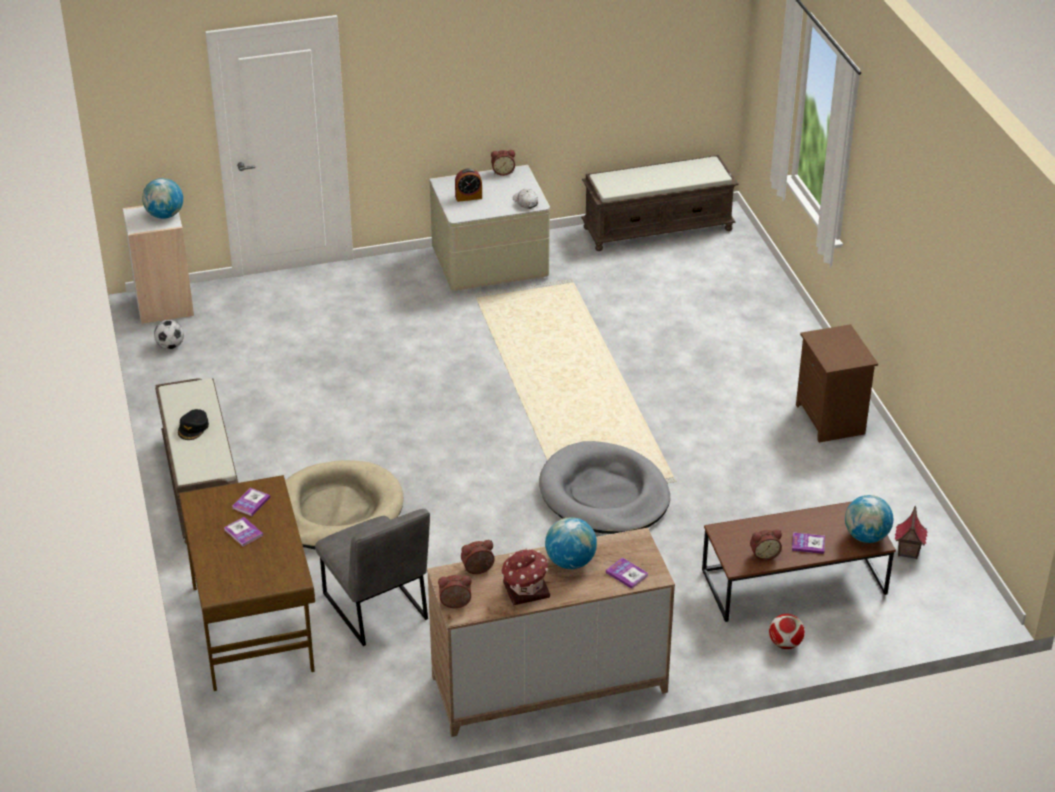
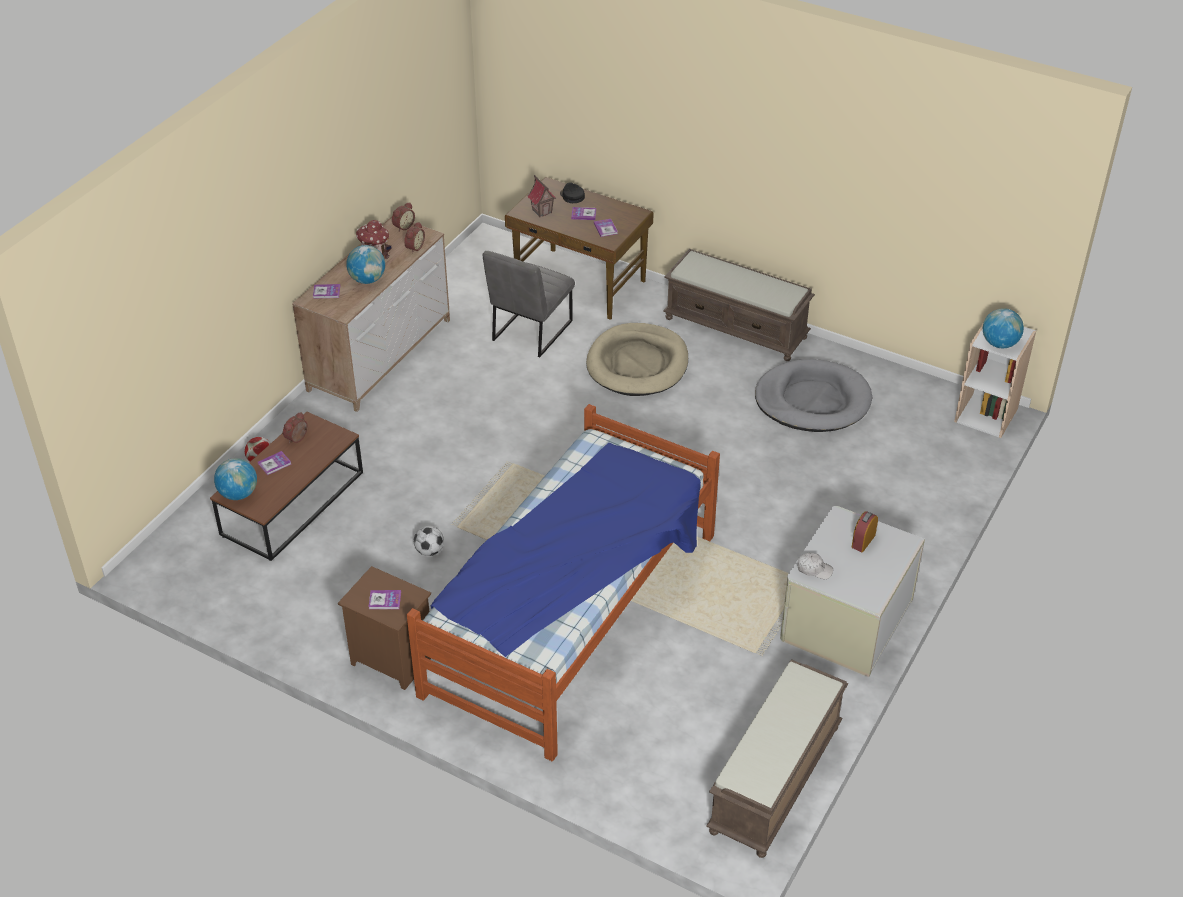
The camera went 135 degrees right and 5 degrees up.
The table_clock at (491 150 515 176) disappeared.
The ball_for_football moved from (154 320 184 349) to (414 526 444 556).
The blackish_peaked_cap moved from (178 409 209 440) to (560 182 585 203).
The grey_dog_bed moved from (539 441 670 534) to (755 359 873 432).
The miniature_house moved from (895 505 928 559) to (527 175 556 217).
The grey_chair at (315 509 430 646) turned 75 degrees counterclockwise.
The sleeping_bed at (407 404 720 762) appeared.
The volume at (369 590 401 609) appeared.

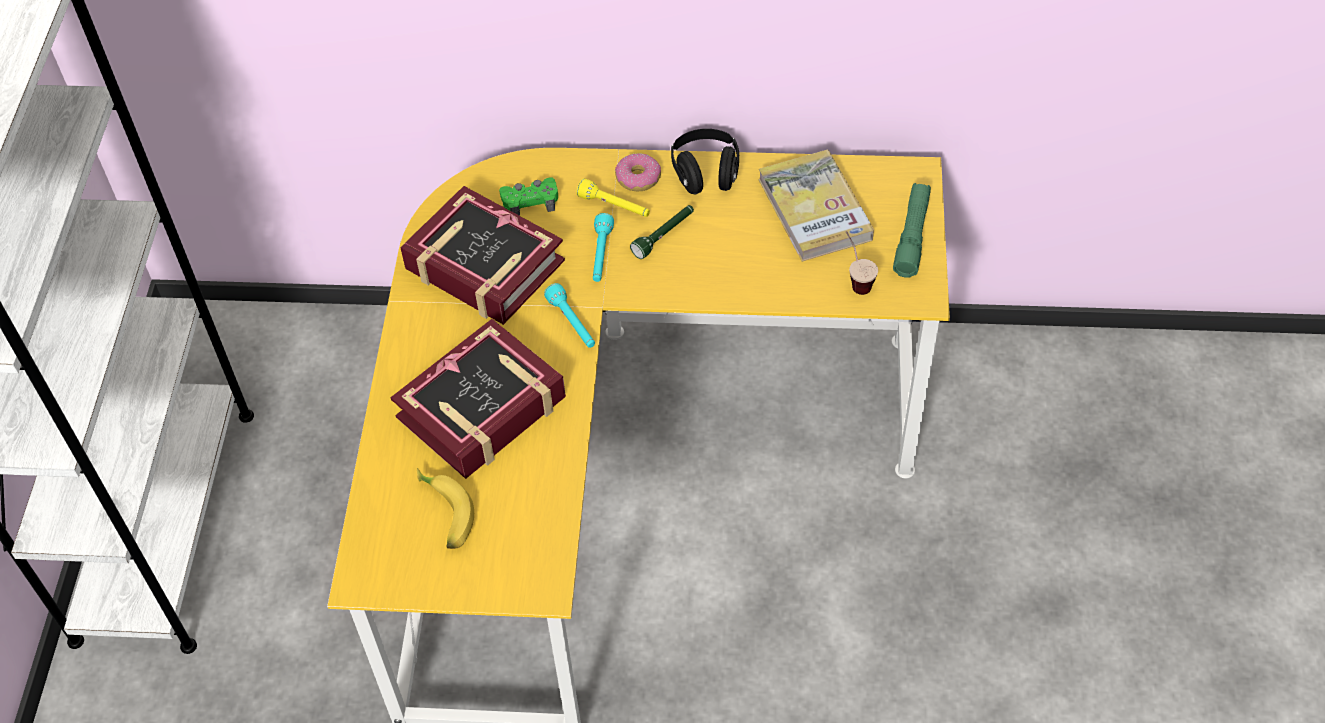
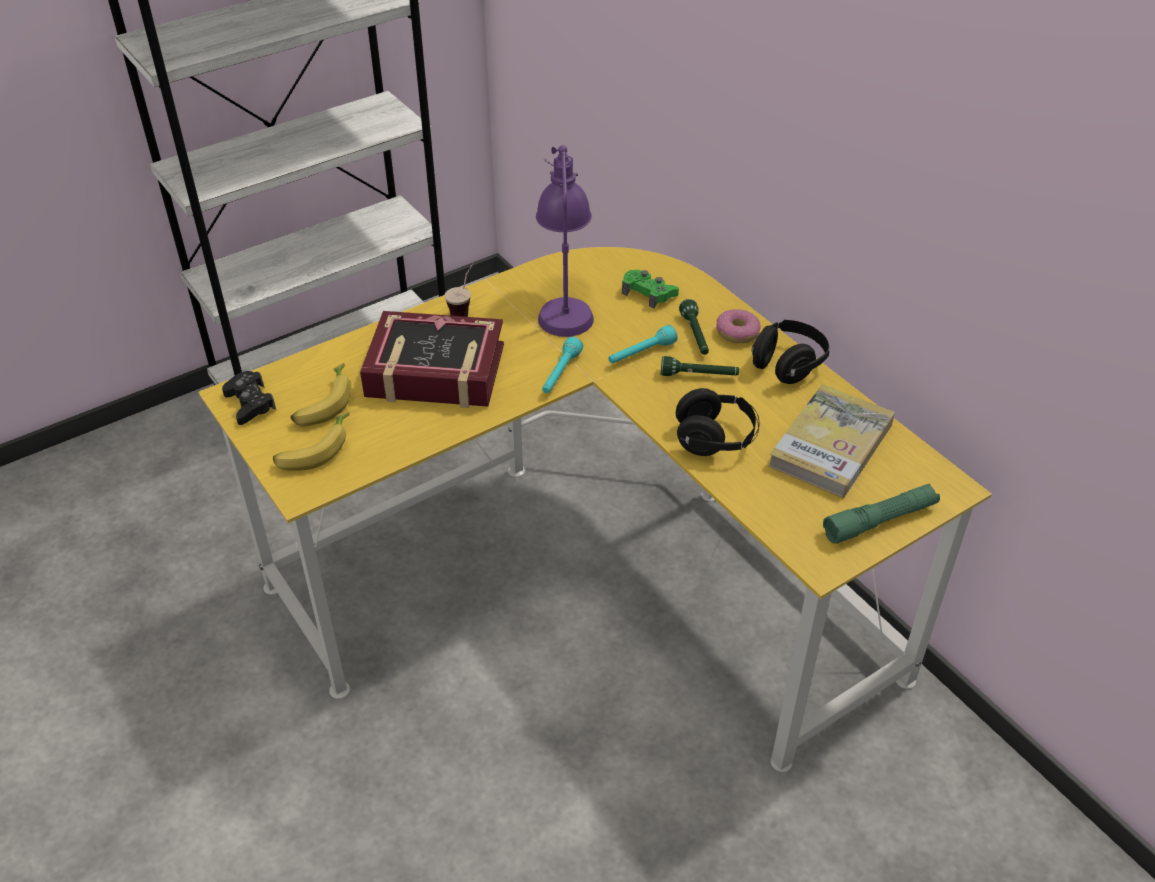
The camera went 50 degrees right and 10 degrees down.
The yellow-coloured_flashlight at (576 178 650 217) became the greenish_flashlight at (679 299 709 355).
The volume at (400 186 565 325) was replaced by the purplish_table_lamp at (536 145 594 337).
The cup moved from (846 231 878 295) to (445 262 475 317).
The blackish_game_controller at (222 371 276 425) appeared.
The blackish_headset at (676 388 760 456) appeared.
The banana at (273 412 350 470) appeared.

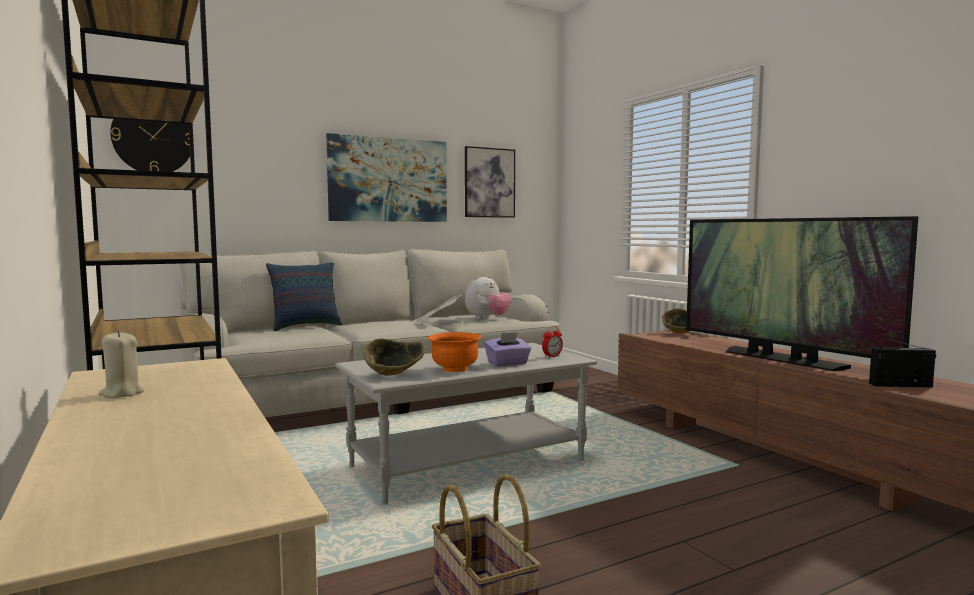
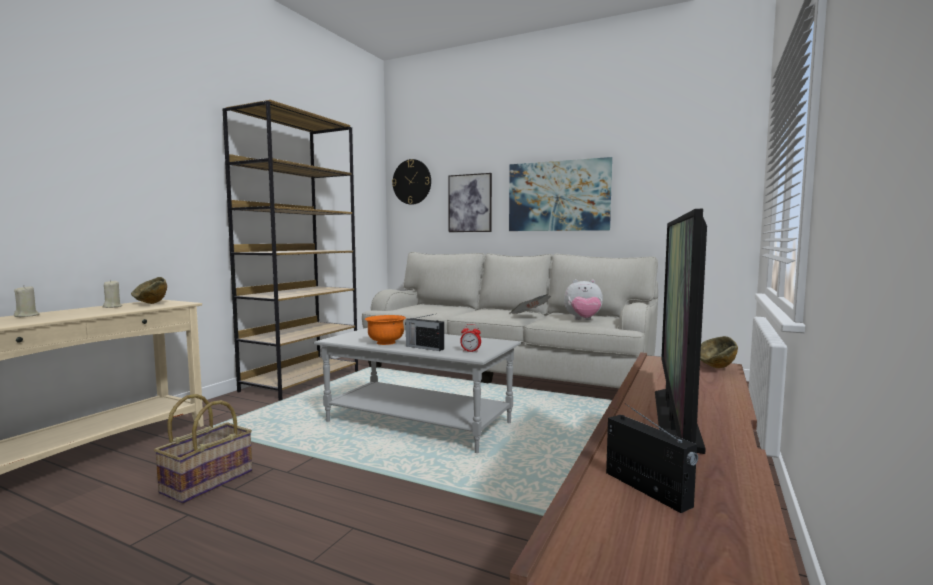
The camera went 55 degrees right and 0 degrees up.
The wall_art moved from (465 146 515 218) to (448 173 492 232).
The bluish_throw_pillow at (266 262 342 331) disappeared.
The purplish_tissue_holder at (484 332 531 366) was replaced by the radio_set at (405 314 444 351).
The deep_dish moved from (363 338 426 376) to (131 277 167 304).
The beige-coloured_wax_light at (14 285 40 317) appeared.

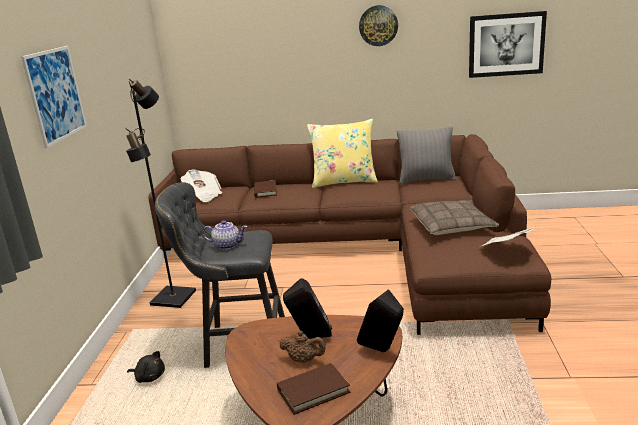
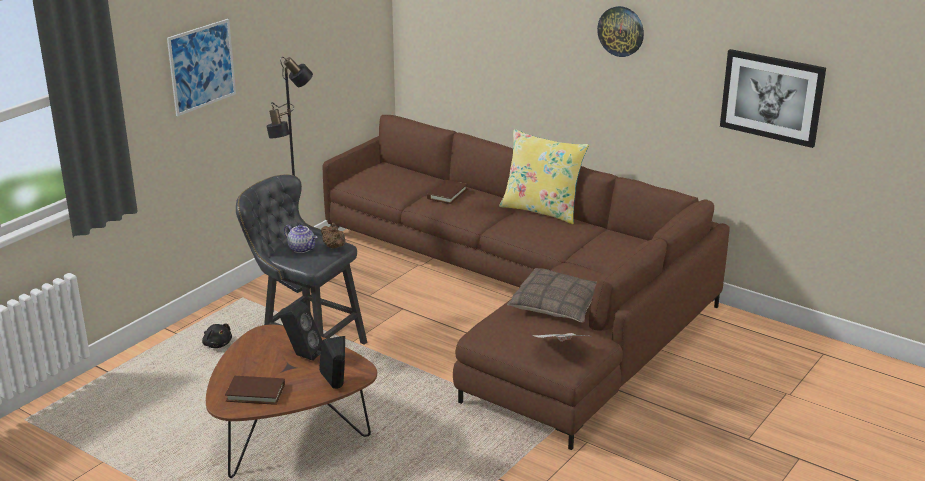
The camera went 30 degrees right and 5 degrees up.
The grey_throw_pillow at (397 126 456 184) disappeared.
The daily_paper at (181 169 222 202) disappeared.
The brown-coloured_pot_for_tea moved from (280 331 326 363) to (321 223 346 249).

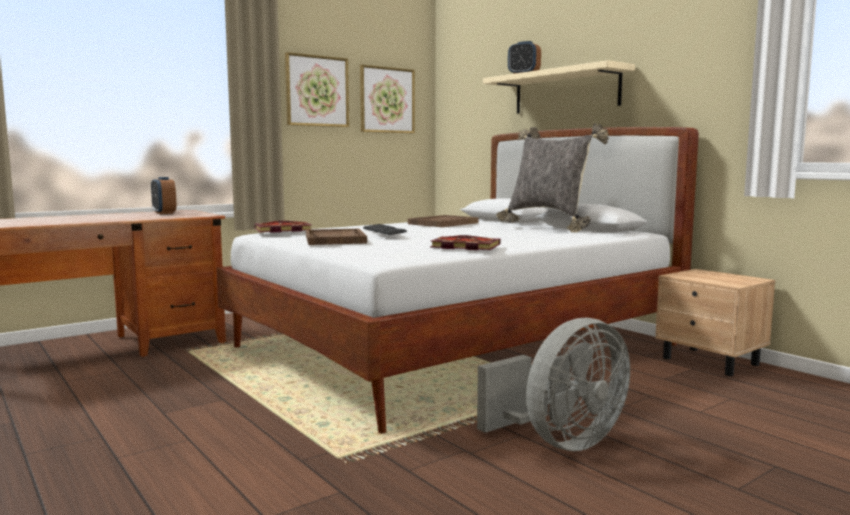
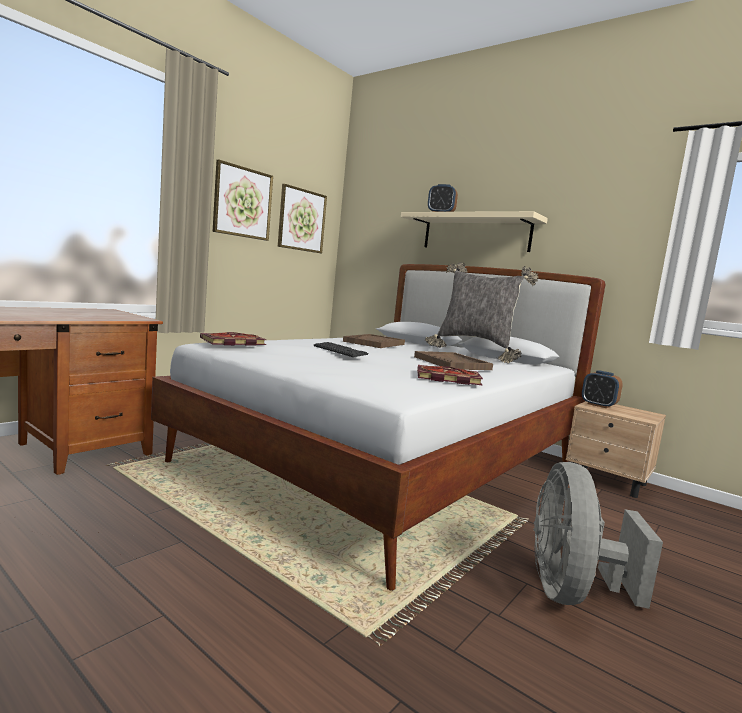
The camera went 15 degrees left and 0 degrees up.
The table_clock moved from (151 177 176 214) to (582 370 623 408).
The brown-coloured_carrying_tray moved from (306 229 367 245) to (414 351 493 370).
The grey_cooling_fan at (477 318 630 451) turned 150 degrees clockwise.

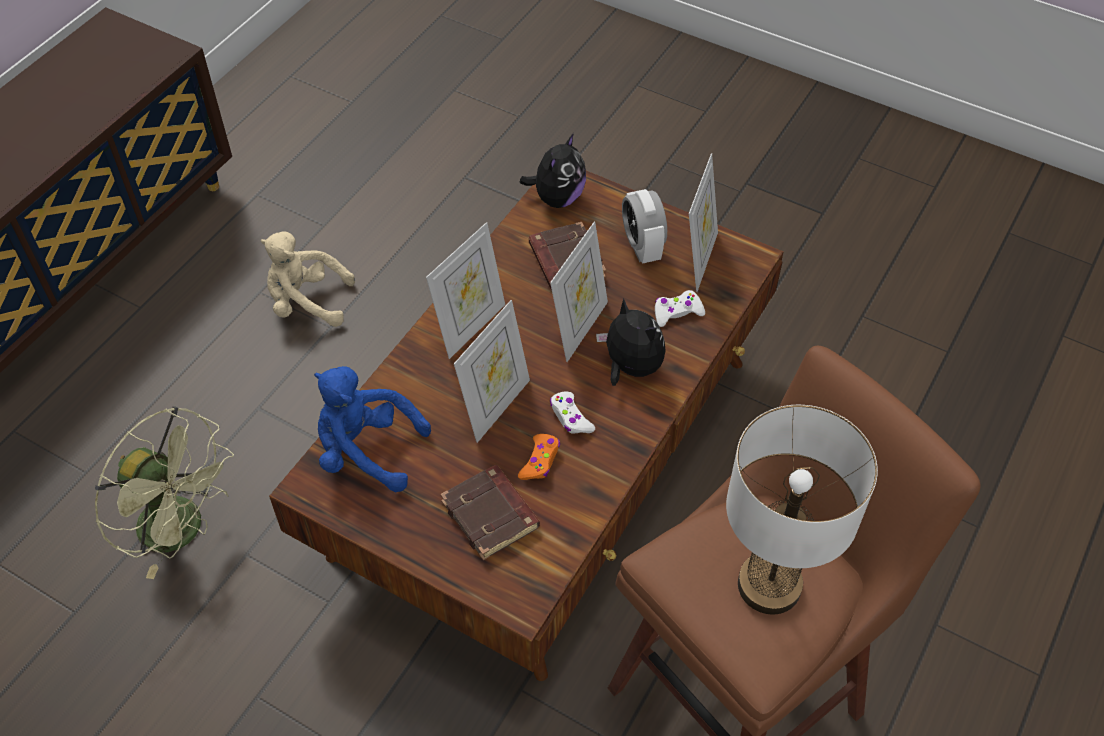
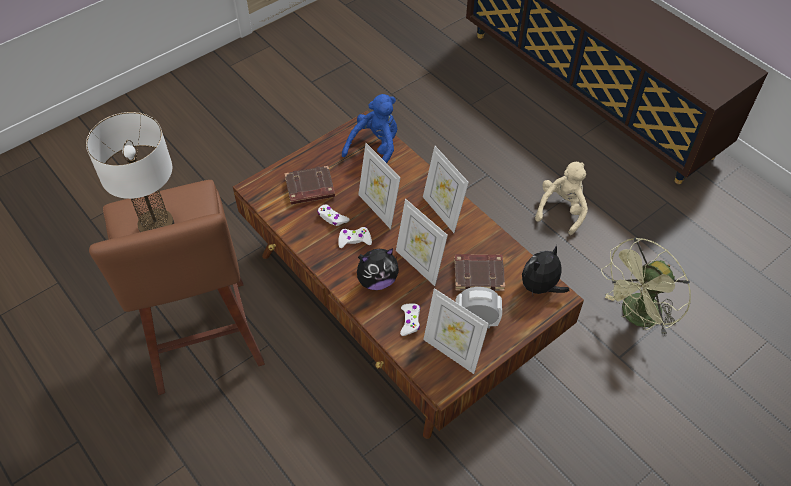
The camera went 110 degrees right and 0 degrees up.
The soft_toy at (520 133 586 208) turned 90 degrees clockwise.
The greenish_cooling_fan moved from (95 407 234 579) to (601 237 691 336).
The orangey_game_controller at (518 434 560 480) became the white-coloured_game_controller at (317 205 350 226).

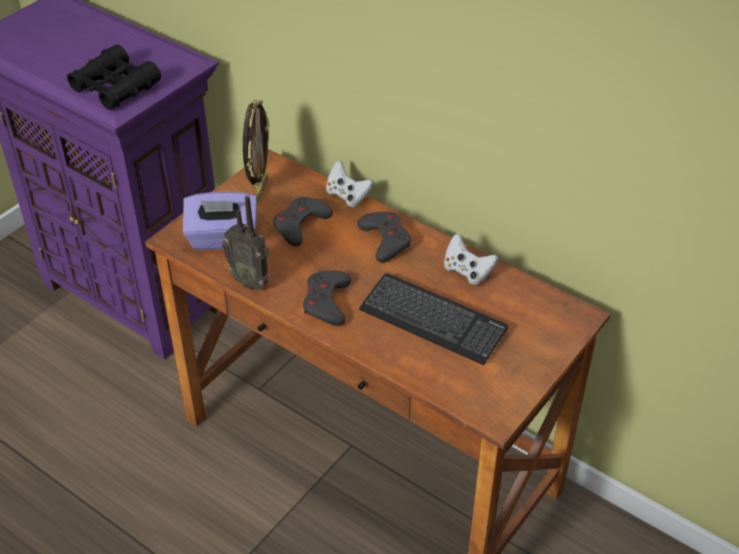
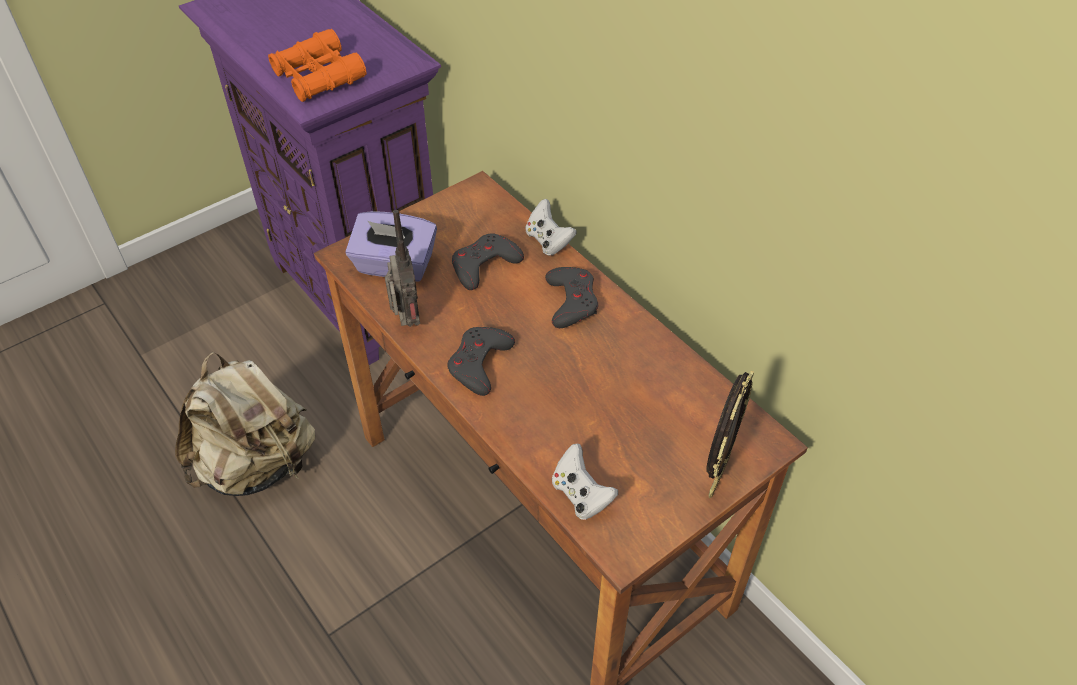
The camera went 15 degrees right and 5 degrees up.
The blackish_pair_of_binoculars at (67 44 161 110) became the orangey_pair_of_binoculars at (268 29 366 102).
The photo_frame moved from (243 98 270 202) to (706 371 754 498).
The radio_set at (222 196 269 290) turned 150 degrees counterclockwise.
The white-coloured_game_controller moved from (444 234 498 285) to (552 444 618 520).
The PC_keyboard at (359 273 508 365) disappeared.
The beige-coloured_backpack at (175 351 315 496) appeared.

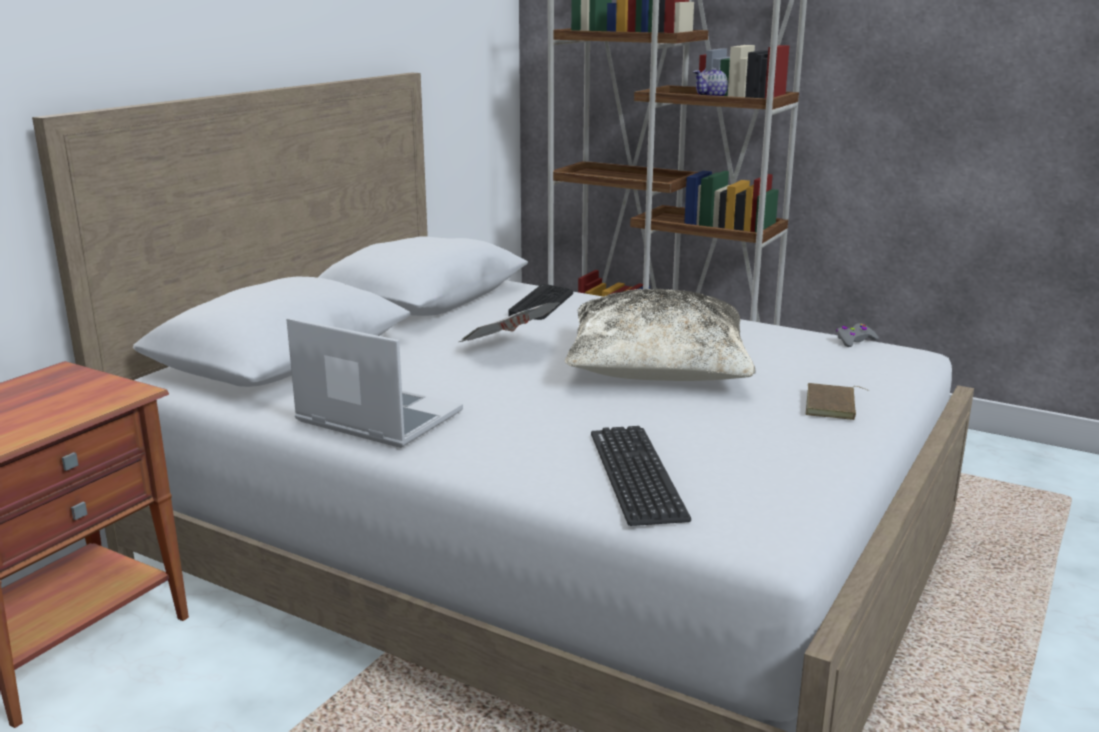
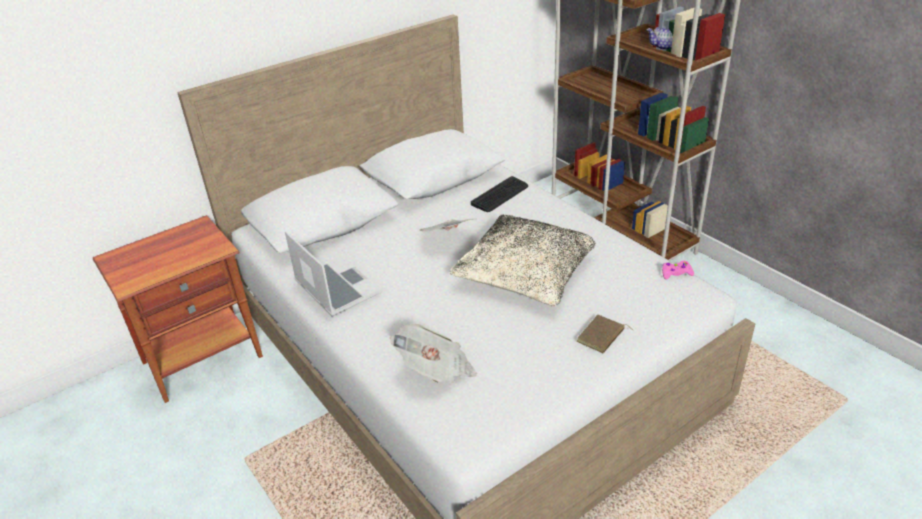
The camera went 25 degrees right and 15 degrees up.
The grey_game_controller at (836 323 879 347) became the pinkish_game_controller at (662 261 694 280).
The PC_keyboard at (591 426 691 526) was replaced by the daily_paper at (390 324 477 382).

